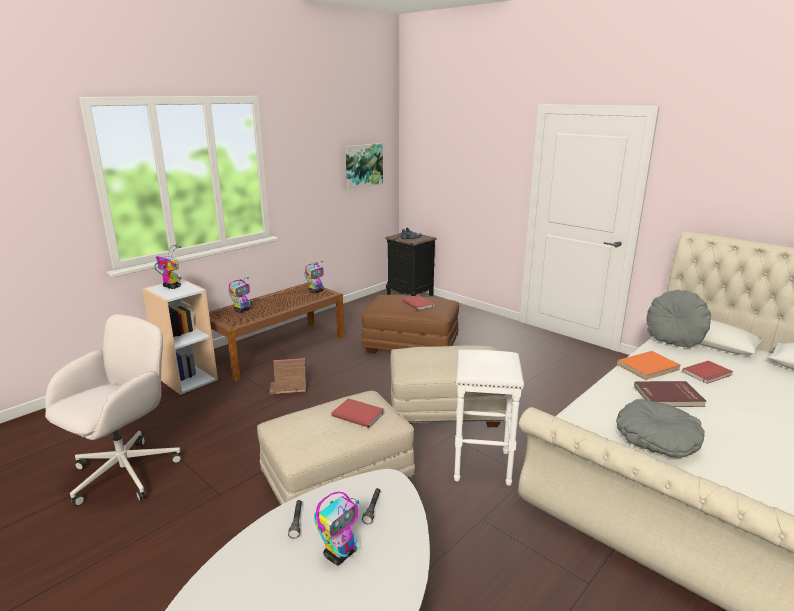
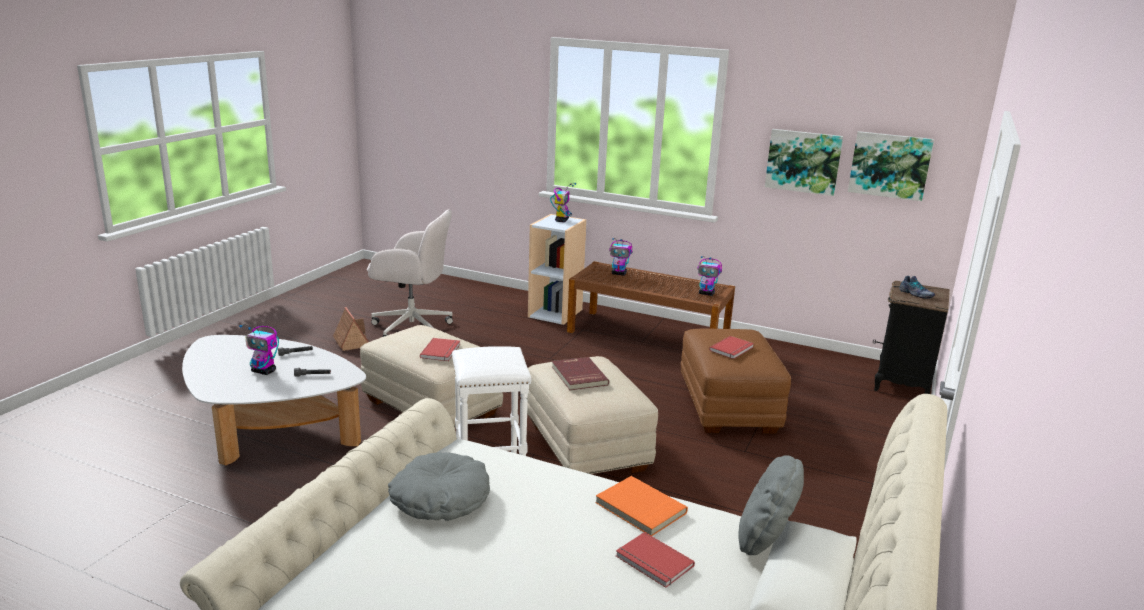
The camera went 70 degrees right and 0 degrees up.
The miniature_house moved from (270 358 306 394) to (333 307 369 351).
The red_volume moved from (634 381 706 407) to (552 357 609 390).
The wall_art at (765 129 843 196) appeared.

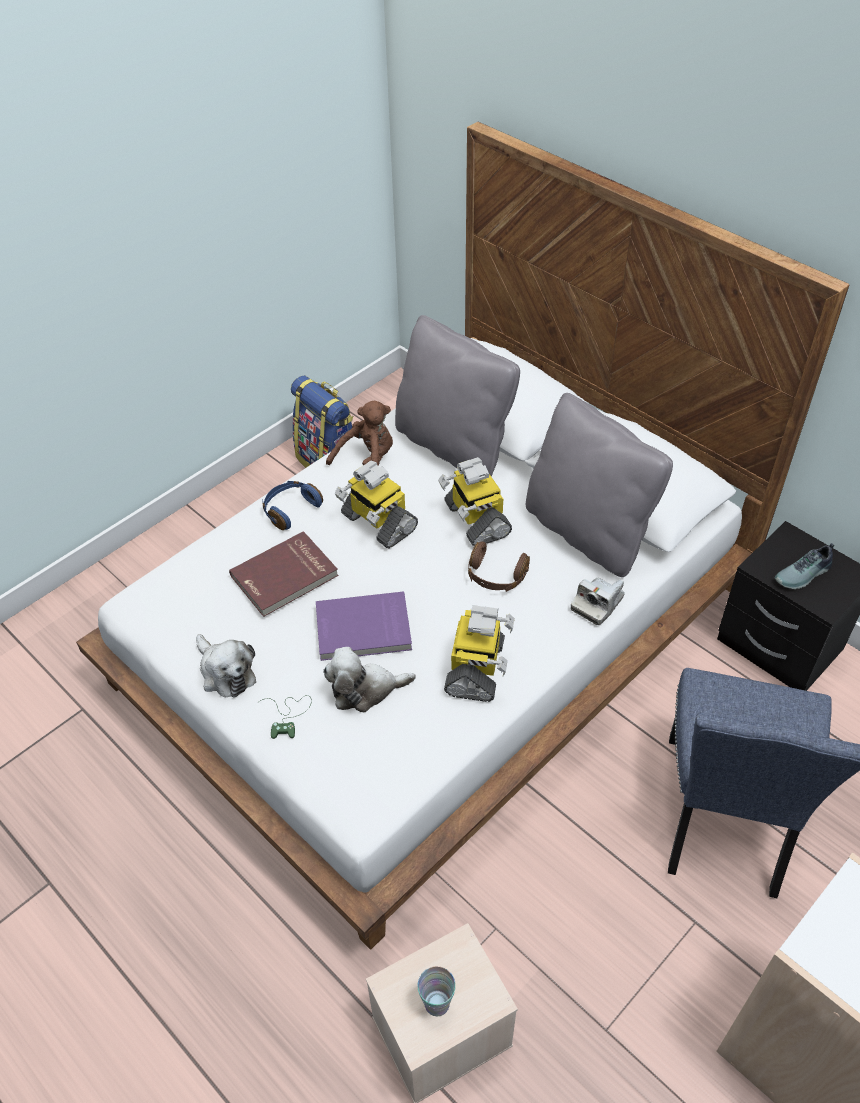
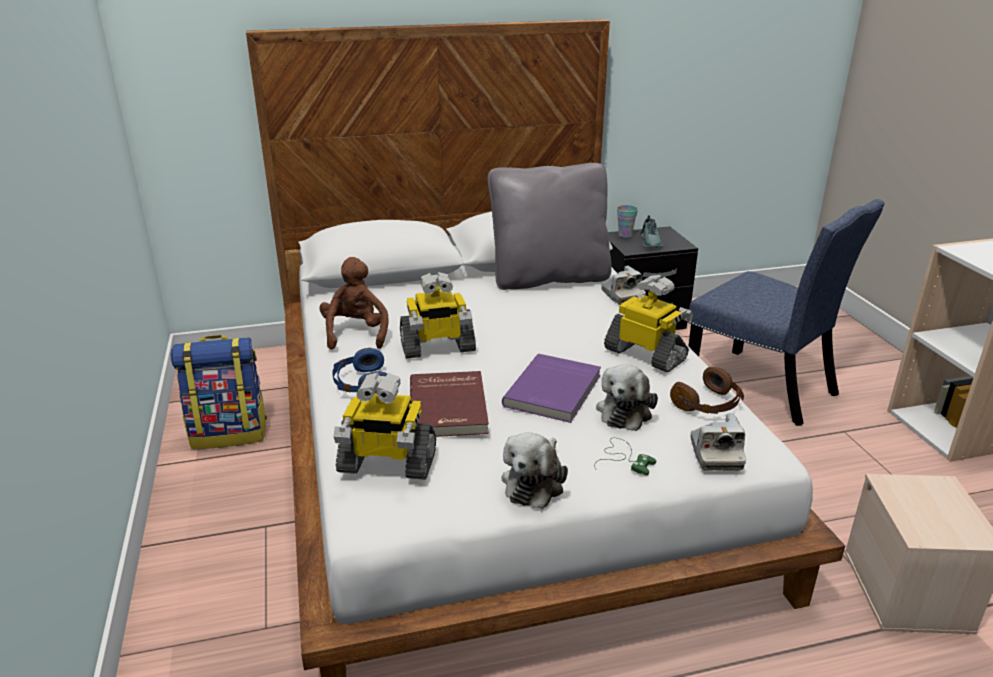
The camera went 60 degrees left and 20 degrees down.
The grey_throw_pillow at (395 315 520 477) disappeared.
The model_robot moved from (438 457 512 546) to (334 372 436 480).
The brown-coloured_headset moved from (468 542 530 592) to (670 367 744 414).
The soft_toy at (196 634 256 698) turned 120 degrees clockwise.
The cup moved from (417 966 456 1016) to (617 205 638 238).
The photo_camera at (691 413 746 471) appeared.

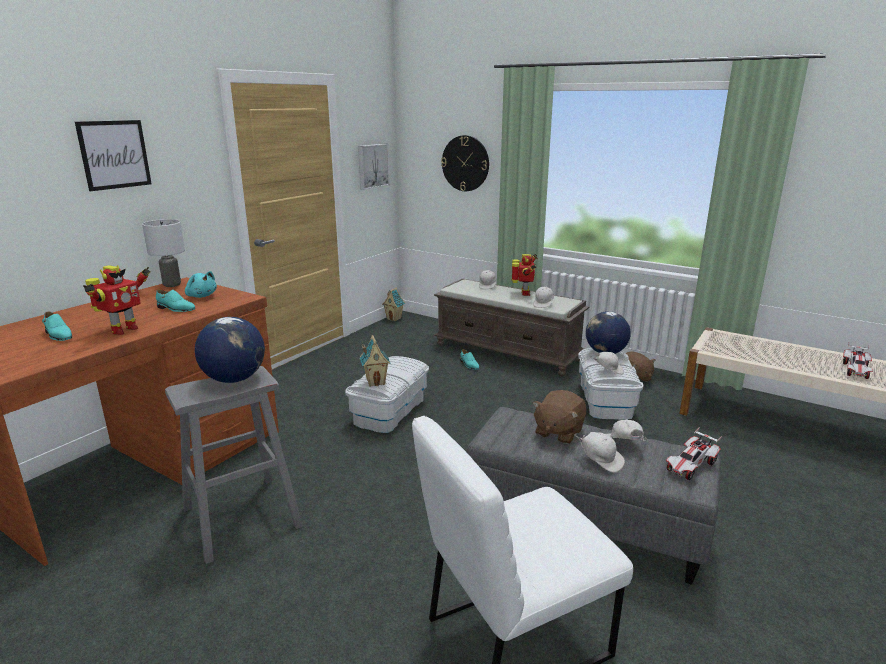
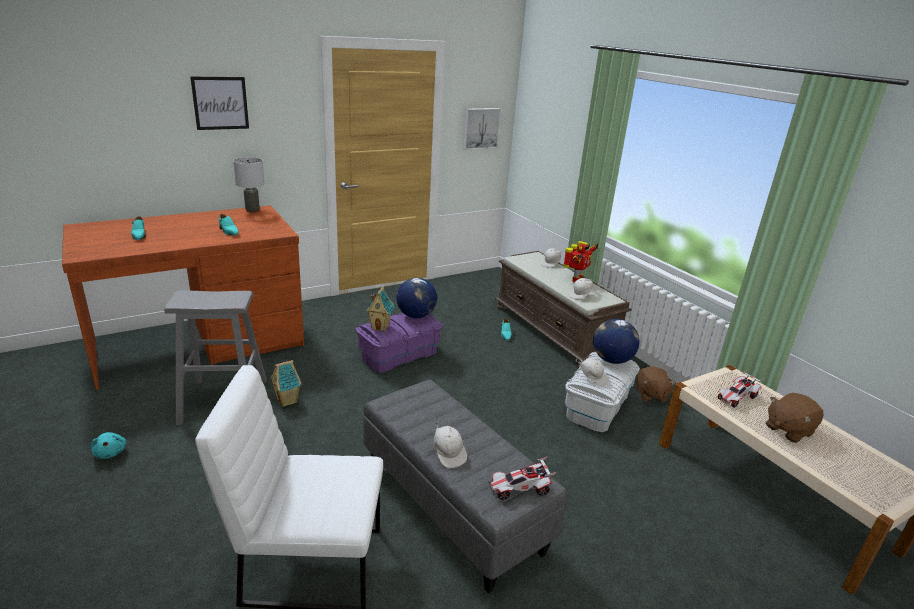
The camera went 25 degrees right and 5 degrees up.
The hanging_clock at (441 135 489 191) disappeared.
The model_robot at (83 265 150 335) disappeared.
The turquoise-coloured_soft_toy moved from (185 271 217 298) to (91 432 126 459).
The miniature_house moved from (382 287 405 321) to (270 360 302 407).
The desk_globe moved from (195 317 265 383) to (396 278 437 318).
The miniature_car moved from (843 343 873 379) to (718 370 764 408).
The white-coloured_storage_bin at (345 356 429 433) became the purplish_storage_bin at (356 313 443 373).
The brown-coloured_soft_toy moved from (533 390 586 444) to (766 393 823 443).
The white-coloured_peaked_cap at (606 419 647 441) disappeared.

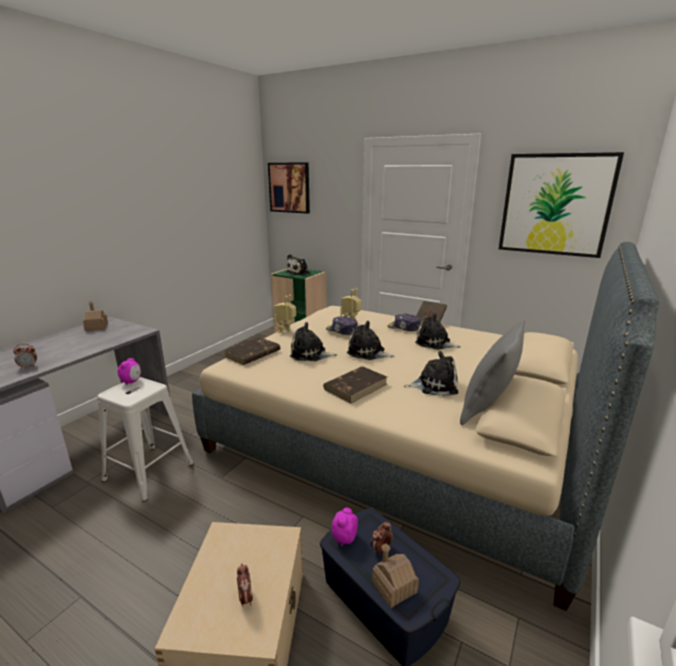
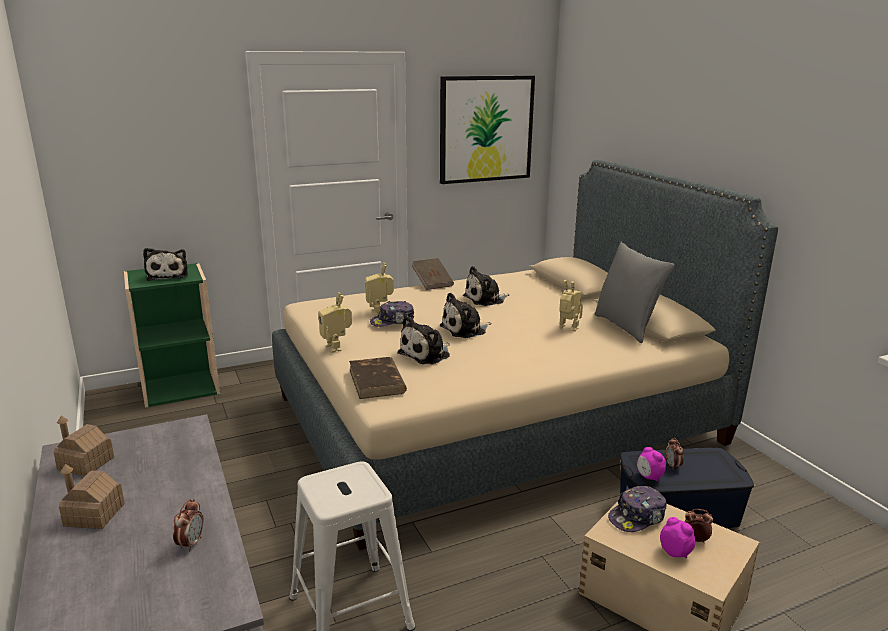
The camera went 55 degrees left and 0 degrees up.
The wall_art at (268 162 310 214) disappeared.
The peaked_cap moved from (387 313 420 331) to (608 486 667 532).
The soft_toy at (404 351 459 396) was replaced by the model_robot at (559 280 583 331).
The table_clock moved from (118 358 141 385) to (660 517 695 558).
The brown-coloured_volume at (323 366 387 403) disappeared.
The miniature_house moved from (372 543 419 608) to (59 464 125 529).

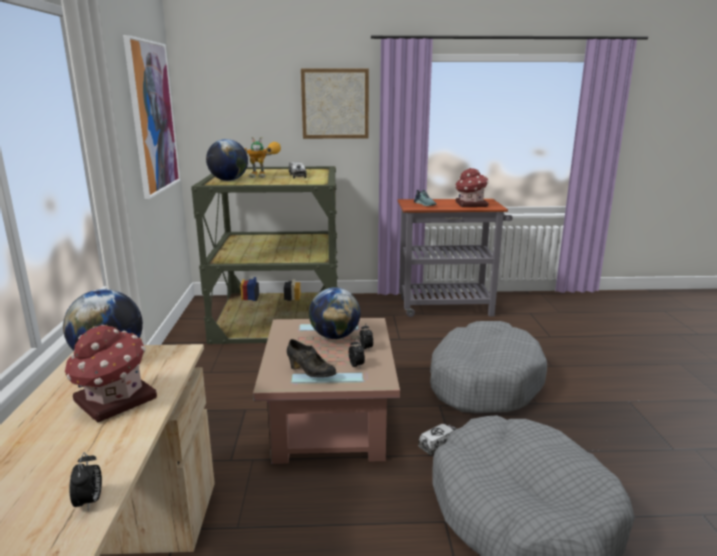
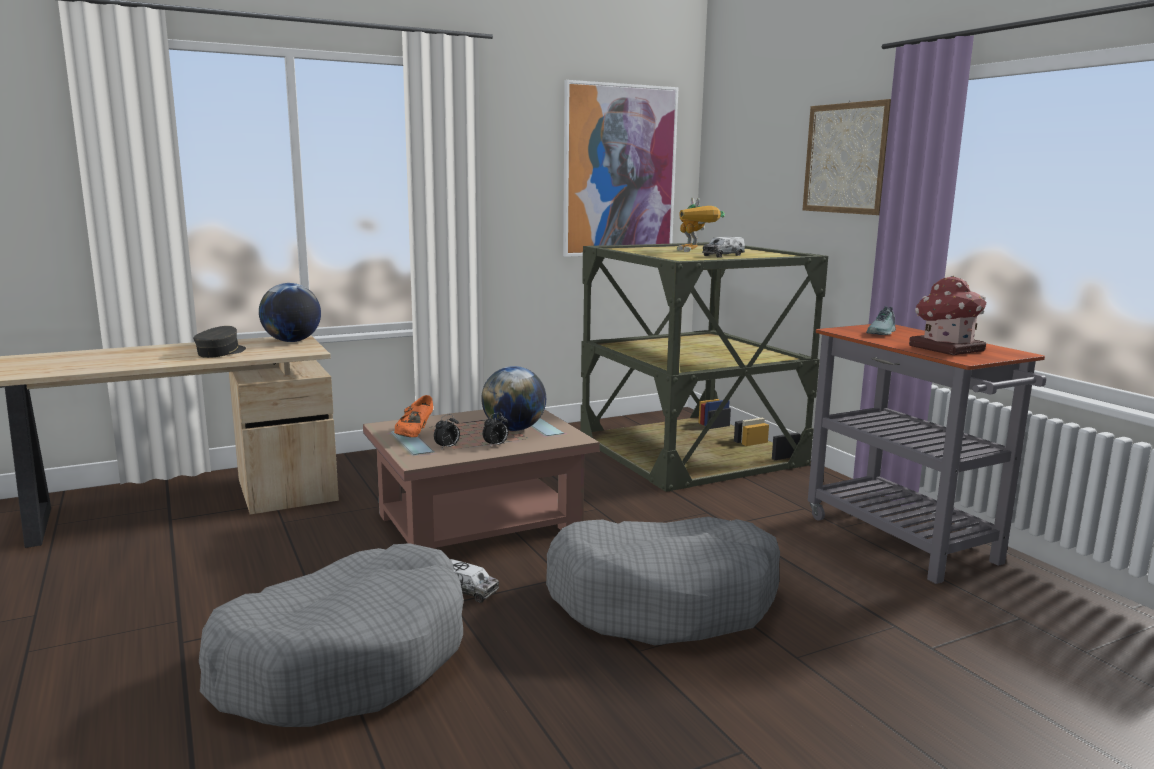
The camera went 65 degrees right and 5 degrees down.
The desk_globe at (206 139 248 181) disappeared.
The miniature_house at (65 325 157 422) was replaced by the grey_peaked_cap at (193 326 246 358).
The blackish_low_shoe at (287 339 336 377) became the orangey_low_shoe at (394 395 433 437).
The table_clock at (70 452 102 512) disappeared.

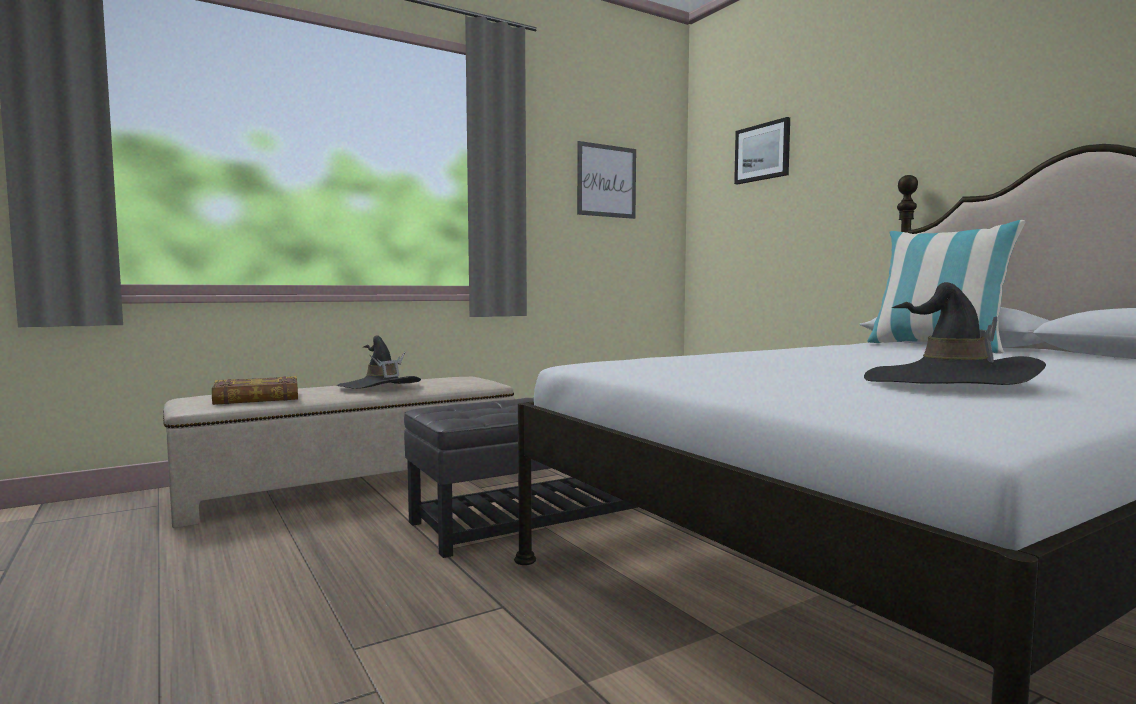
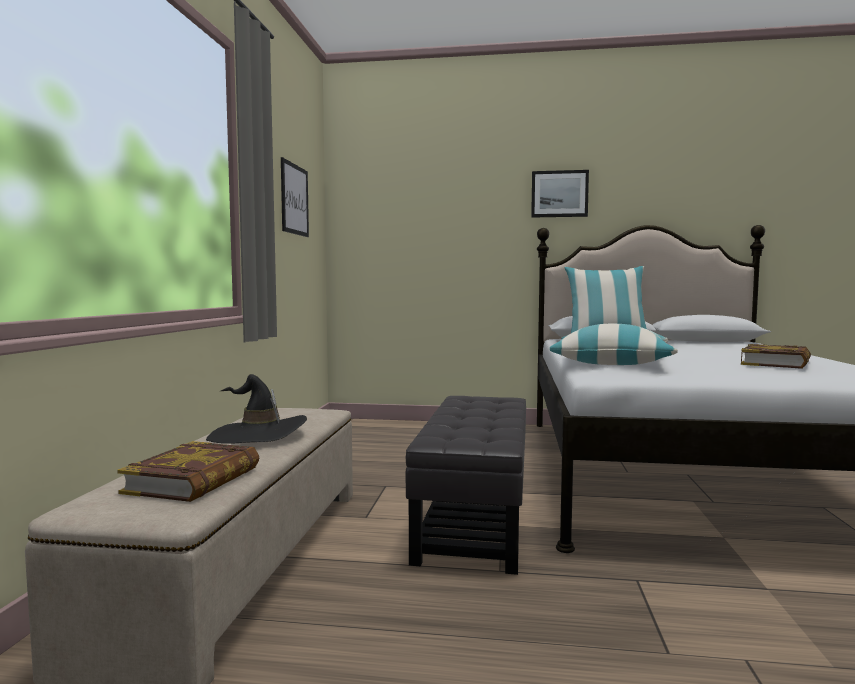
The camera went 50 degrees left and 0 degrees up.
The wall_art moved from (734 117 790 184) to (531 170 589 218).
The blackish_wearable_hat at (864 282 1046 385) was replaced by the volume at (741 344 811 369).
The throw_pillow at (550 324 678 365) appeared.

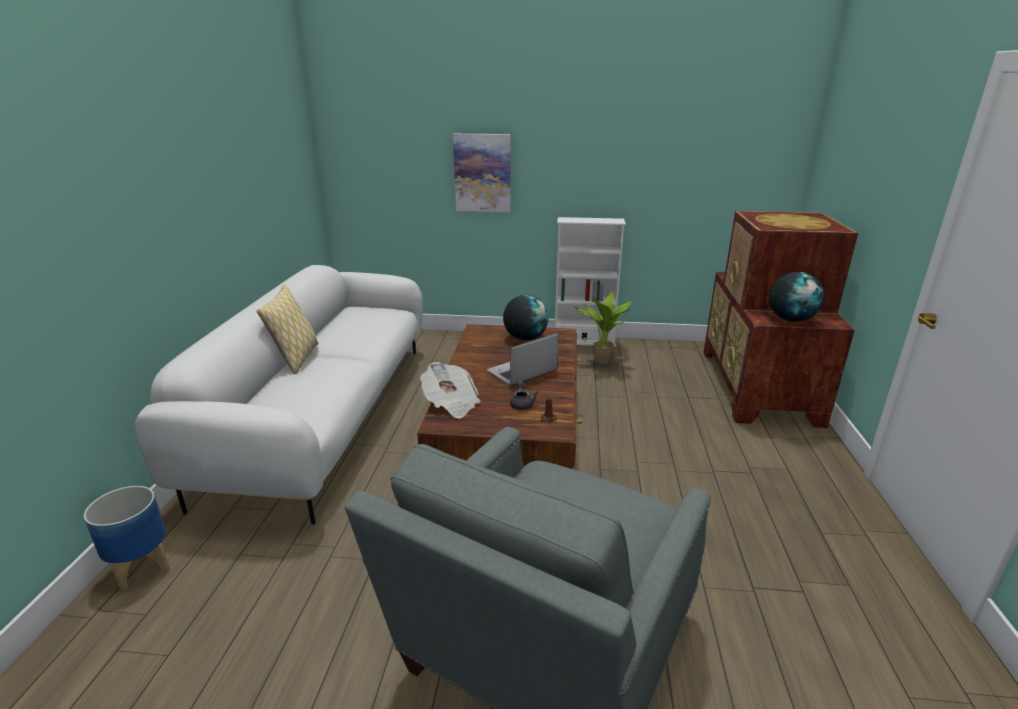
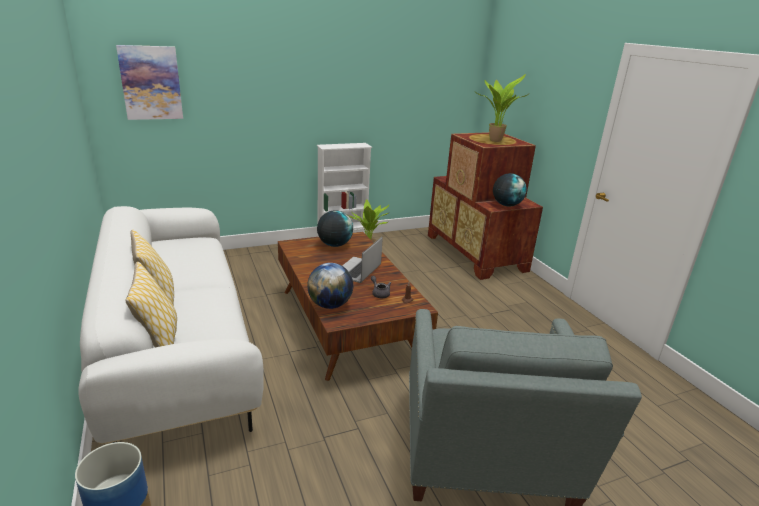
The camera went 30 degrees left and 0 degrees up.
The wall_art moved from (453 134 511 212) to (116 45 183 120).
The daily_paper at (420 362 480 419) was replaced by the desk_globe at (307 263 353 309).
The plant_in_a_pot at (475 74 530 142) appeared.
The throw_pillow at (125 262 177 347) appeared.

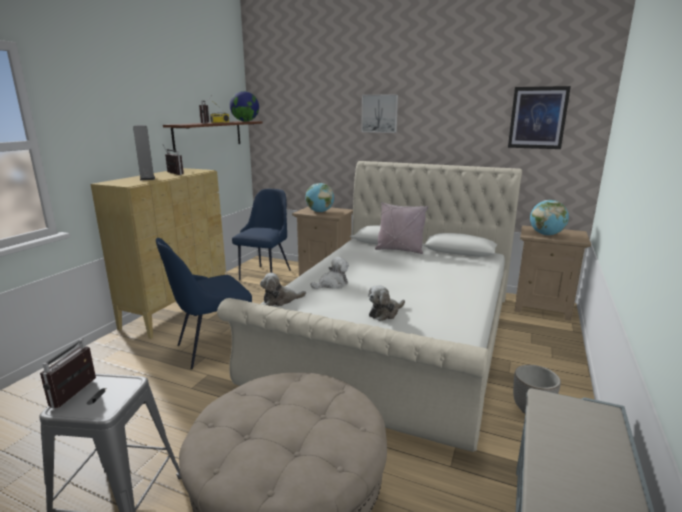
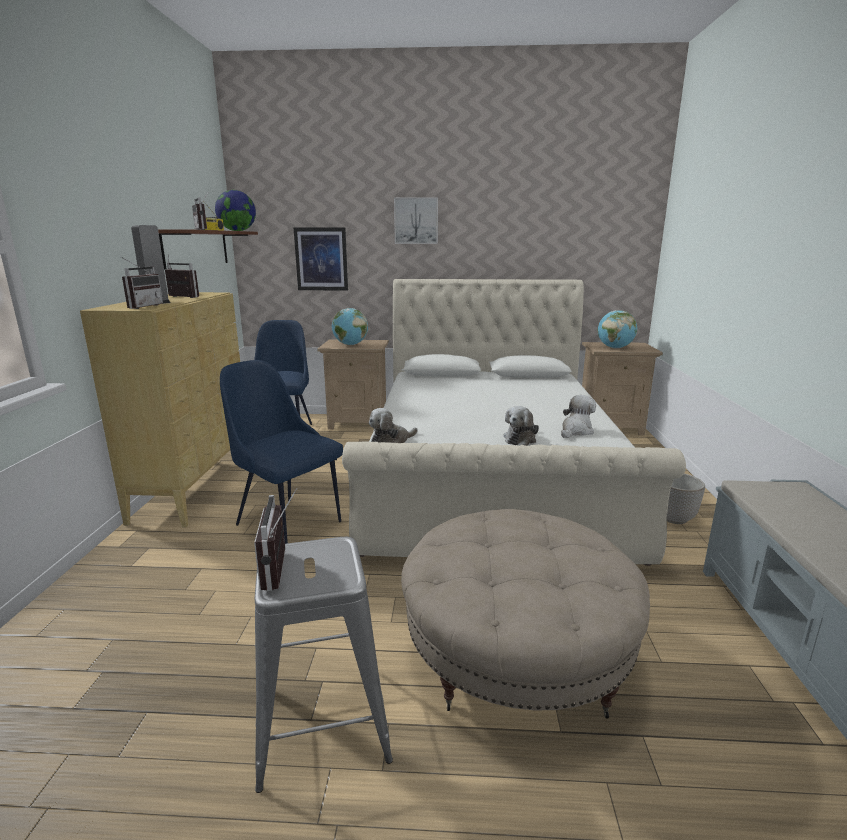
The camera went 20 degrees left and 0 degrees up.
The wall_art moved from (508 86 571 149) to (294 227 348 290).
The purplish_throw_pillow at (375 202 428 254) disappeared.
The bluish_chair at (156 238 252 370) turned 90 degrees clockwise.
The soft_toy moved from (311 257 349 289) to (561 395 596 438).
The radio_set at (120 256 163 309) appeared.

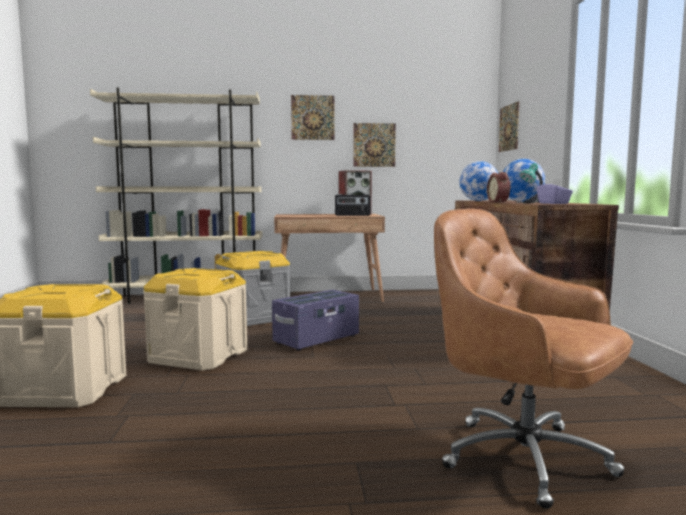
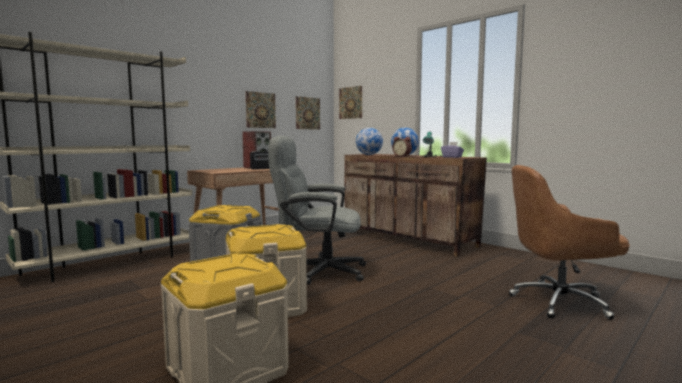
The camera went 40 degrees left and 0 degrees up.
The wall_art moved from (291 95 334 140) to (296 96 320 130).
The purplish_storage_bin at (272 290 359 351) was replaced by the grey_desk_chair at (268 136 366 285).

